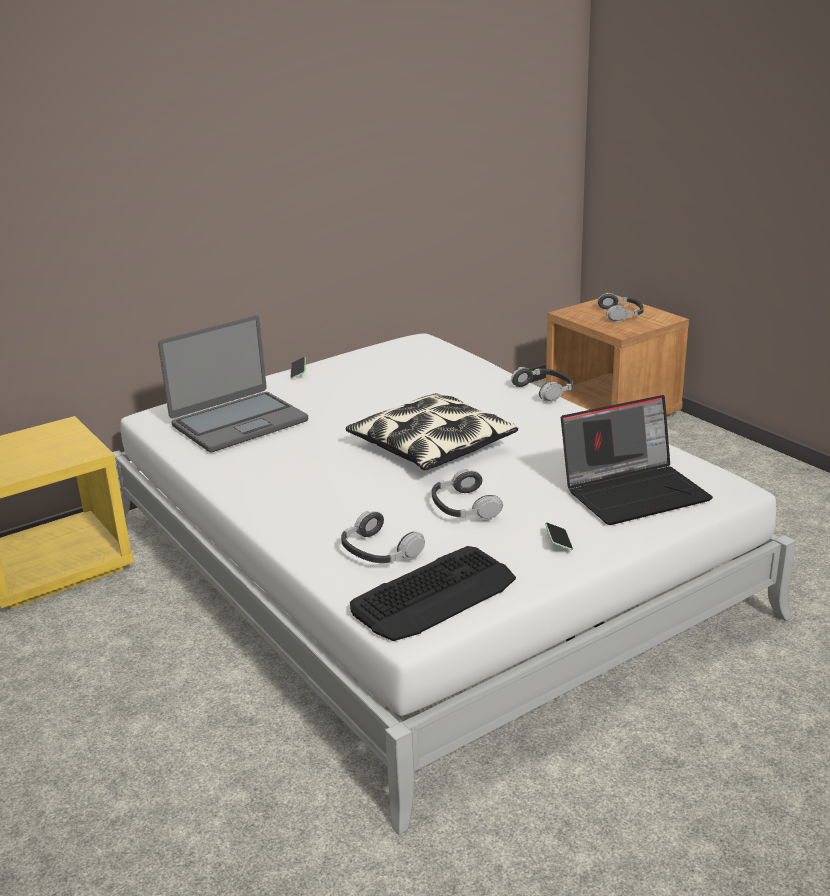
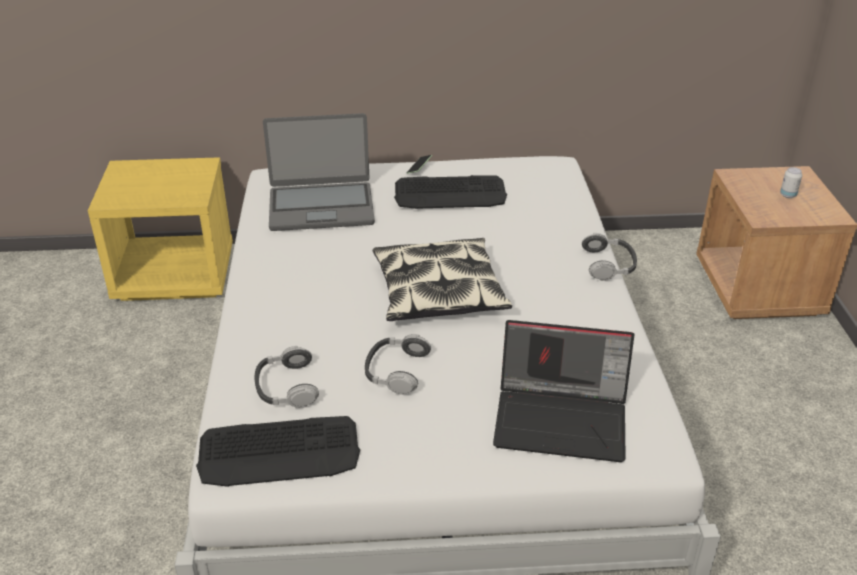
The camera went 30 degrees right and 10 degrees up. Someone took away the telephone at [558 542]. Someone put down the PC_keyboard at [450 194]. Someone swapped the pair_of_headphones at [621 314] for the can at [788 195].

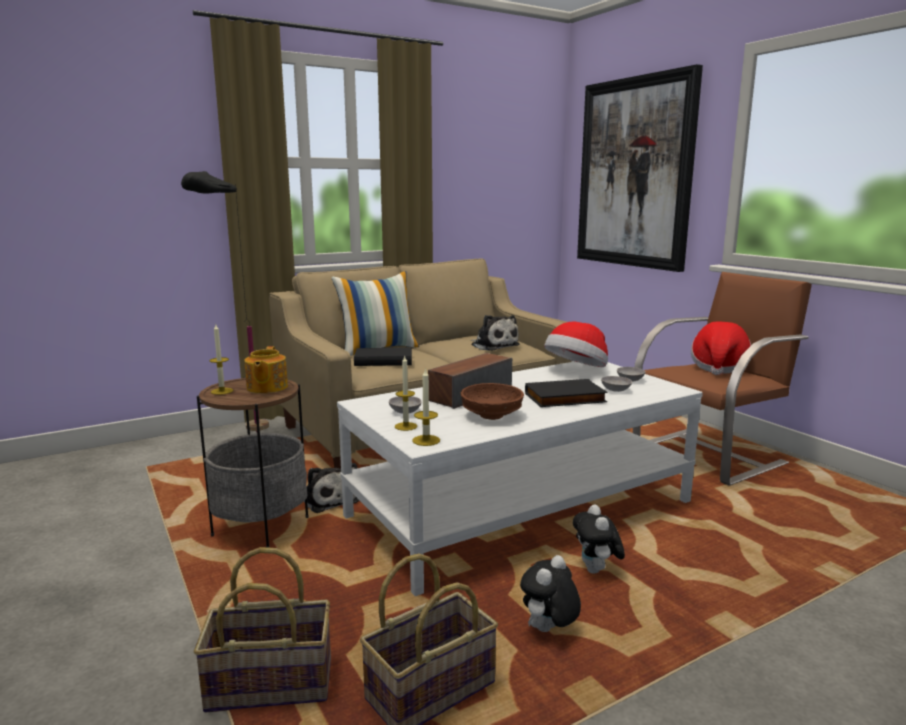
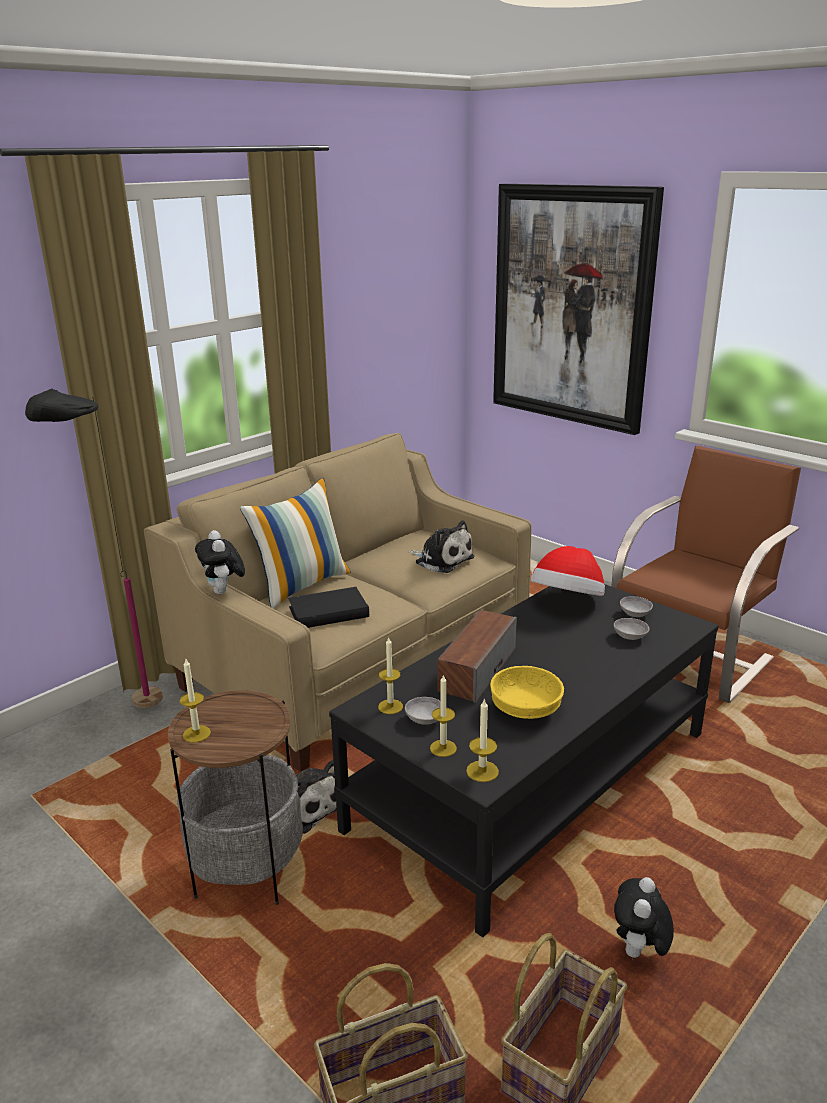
The camera went 15 degrees left and 10 degrees up. Someone took away the teapot at [266 387]. Someone took away the black_bound_book at [565 398]. Someone took away the wearable_hat at [718 367]. Someone put down the candle at [390 706]. Someone carried the soft_toy from [596 571] to [224 592]. Someone repainted the white_lounge_table at [521 509], which became the black_lounge_table at [533 779]. Someone repainted the brownish_deep_dish at [490 415], which became the yellow_deep_dish at [524 709].

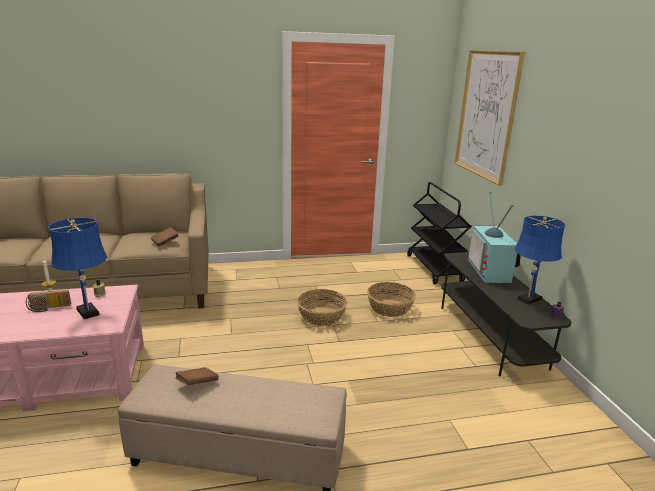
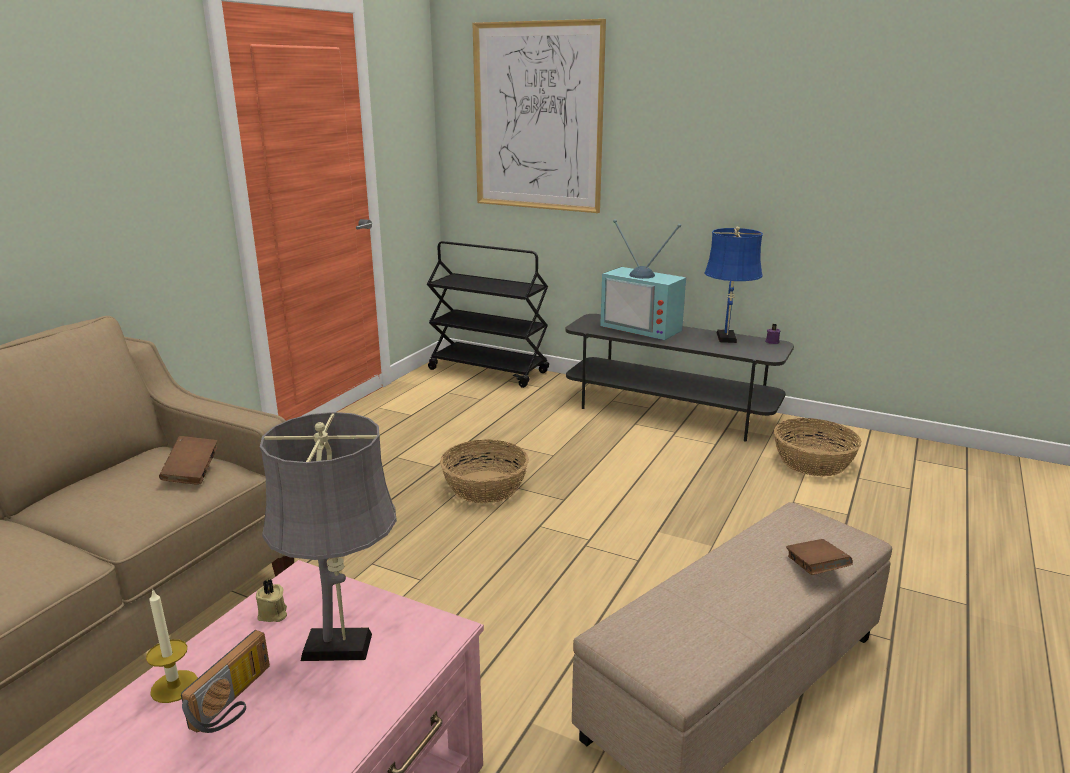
The camera went 50 degrees left and 0 degrees up. Someone carried the brownish_bound_book from [197 384] to [815 570]. Someone carried the storage_basket from [389 308] to [813 462]. Someone repainted the blue_table_lamp at [88 313], which became the gray_table_lamp at [344 647].

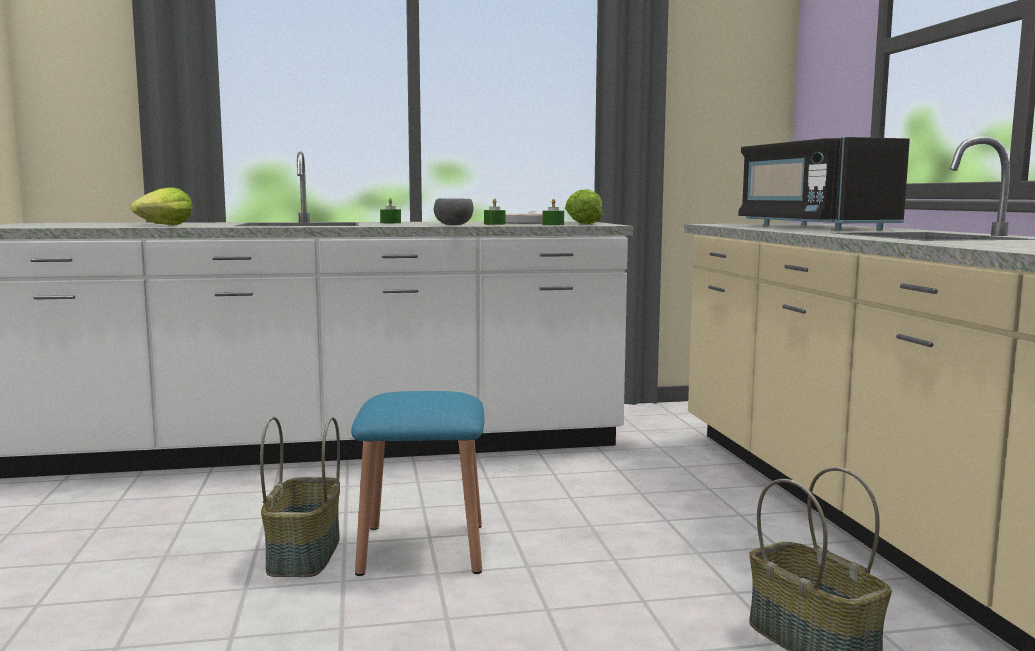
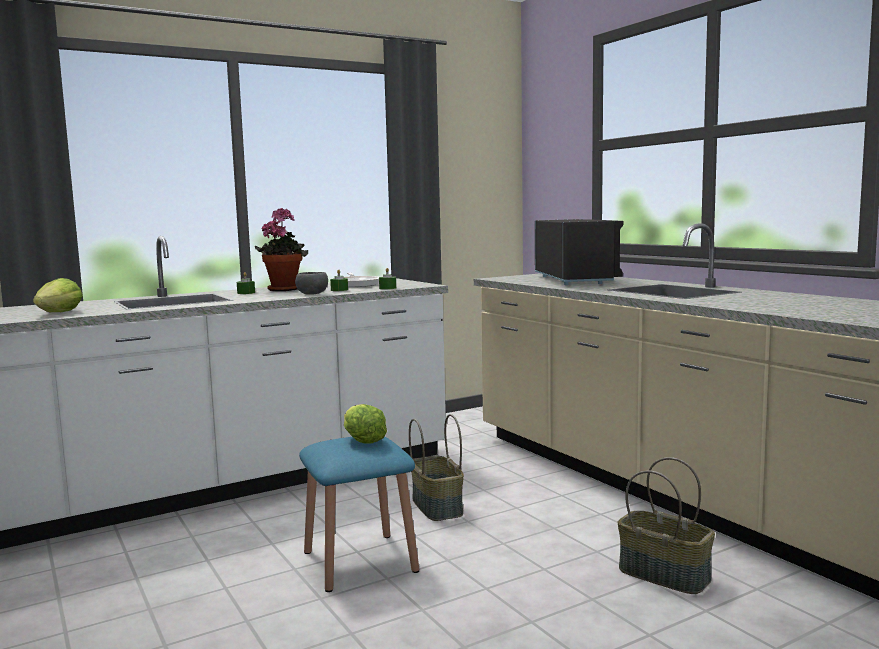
The camera went 20 degrees left and 0 degrees up. Someone put down the plant_in_a_pot at [284 289]. Someone carried the storage_basket from [305 555] to [438 507]. Someone carried the head_of_lettuce from [582 223] to [362 439]. Someone rotated the black_microwave at [812 227] by 150 degrees counterclockwise.

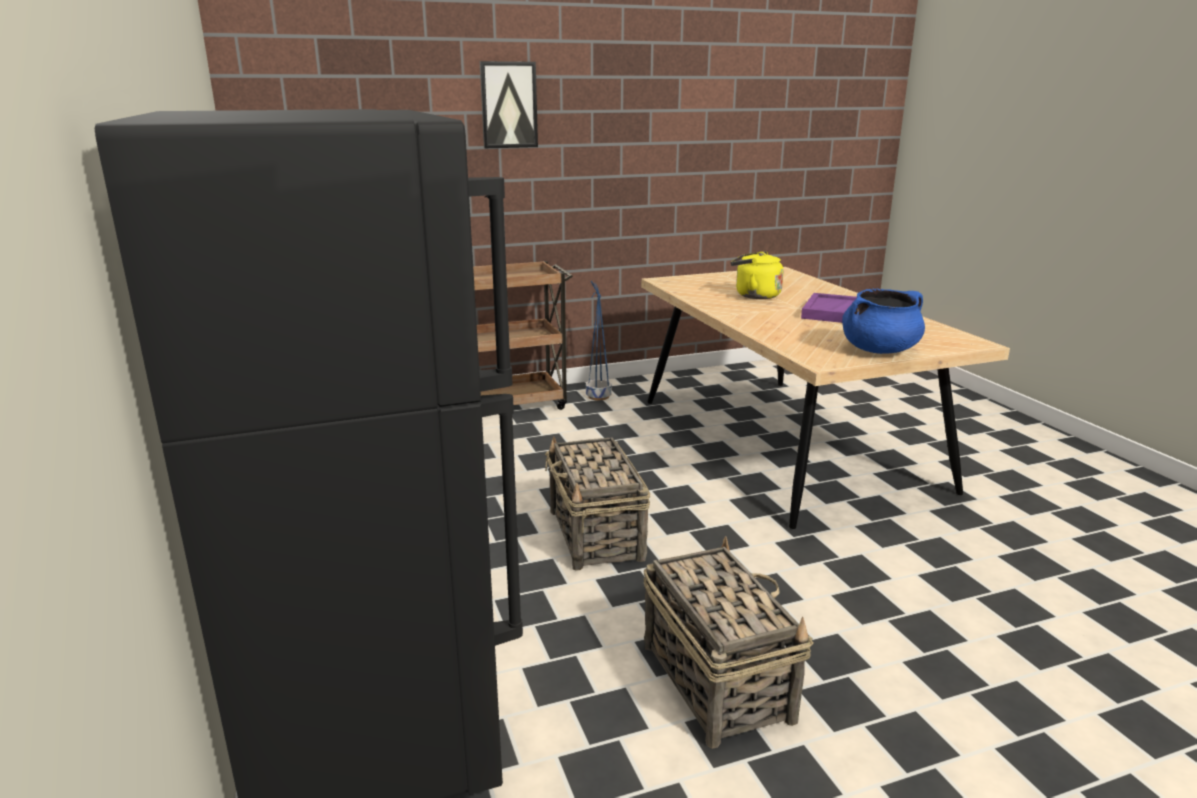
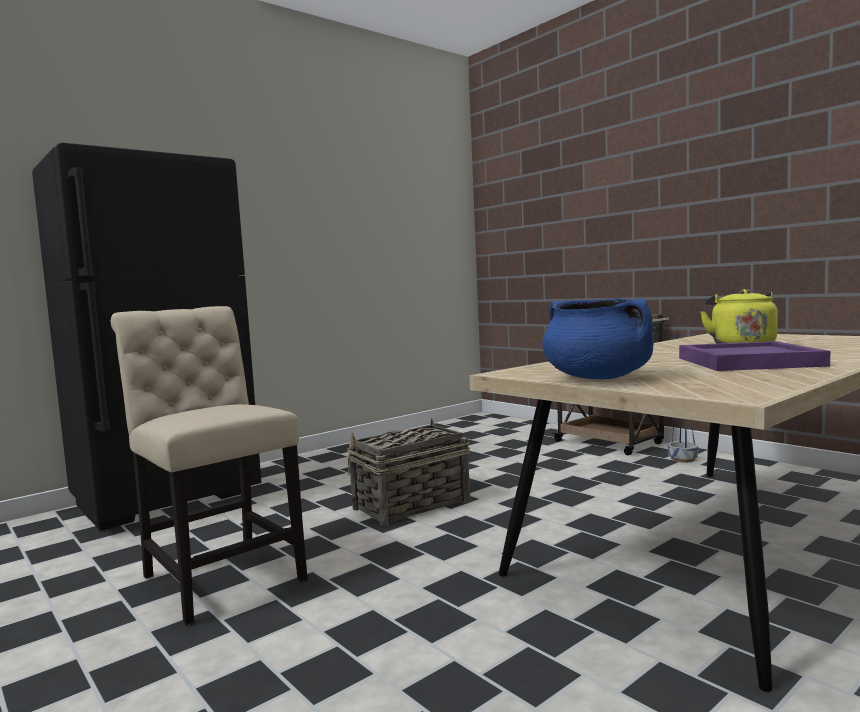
The camera went 70 degrees right and 15 degrees down. Someone took away the picture at [508 105]. Someone swapped the storage_basket at [716 680] for the beige-coloured_upright_chair at [220 575].

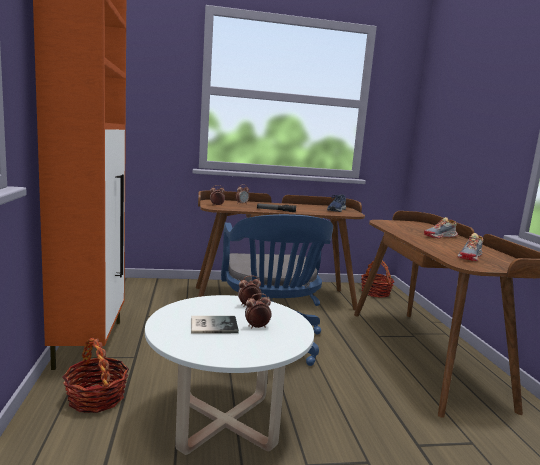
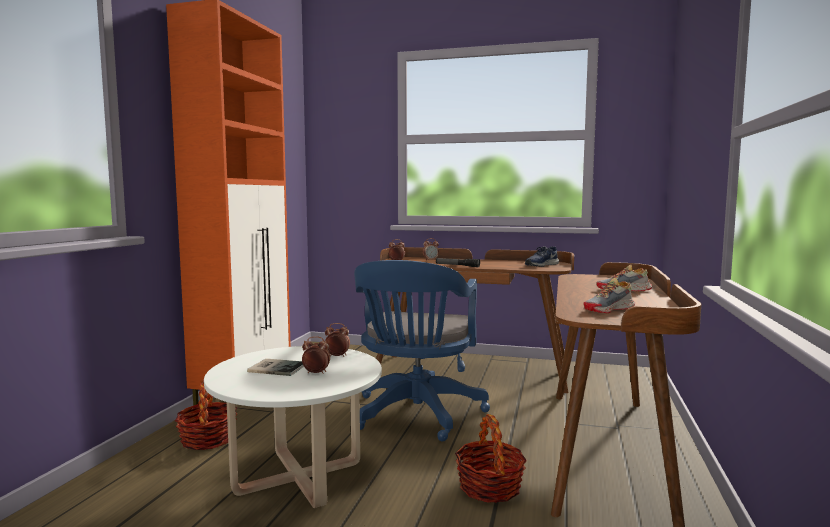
The camera went 25 degrees right and 5 degrees down. Someone carried the storage_basket from [375 293] to [490 487].

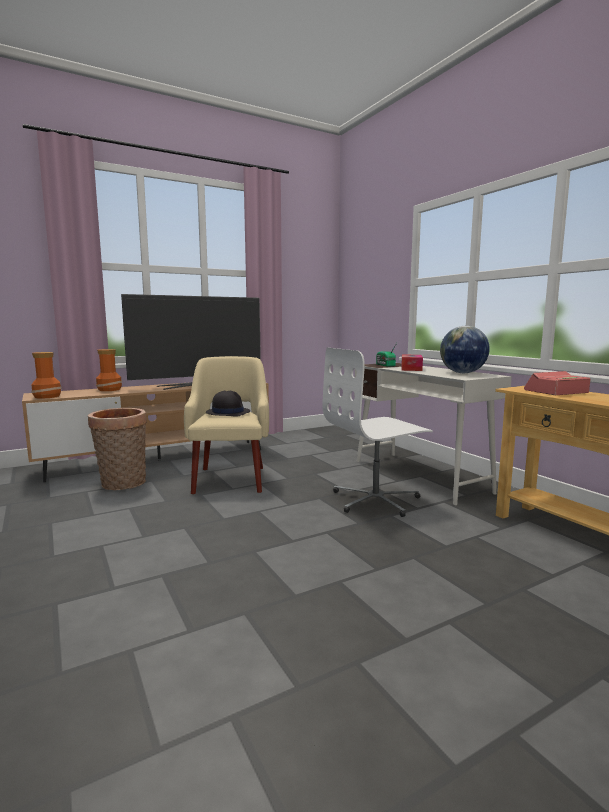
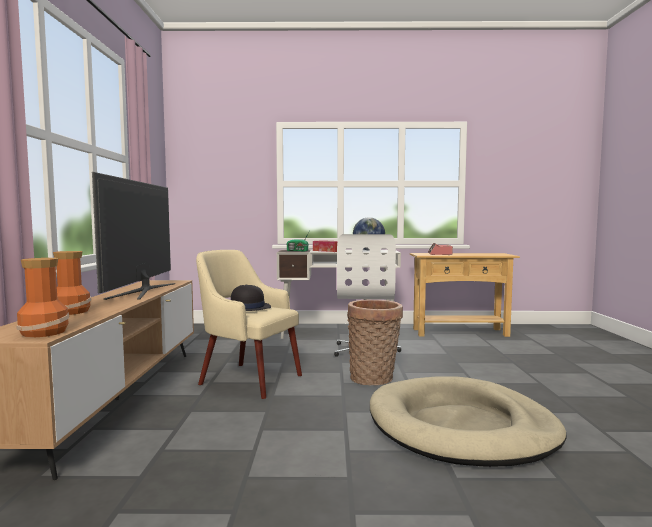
The camera went 60 degrees left and 5 degrees down. Someone put down the beige-coloured_dog_cushion at [461 427]. Someone carried the storage_basket from [122 484] to [374 379].

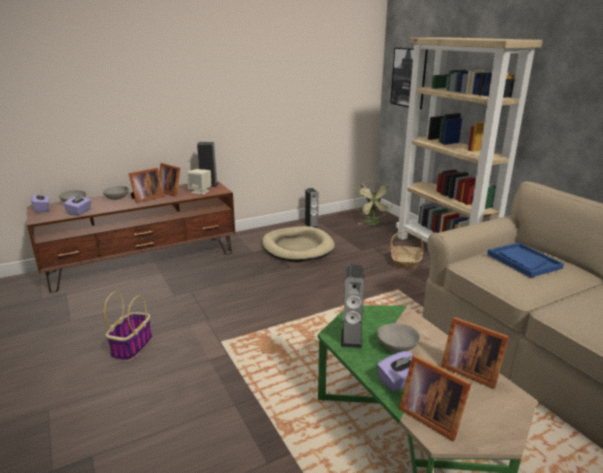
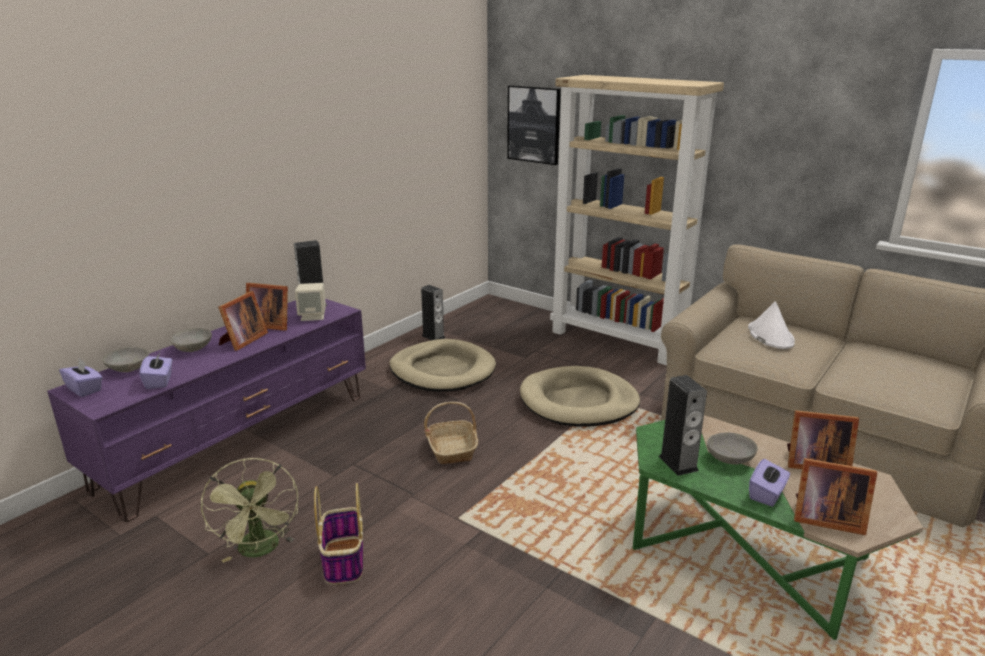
The camera went 25 degrees left and 0 degrees up. Someone put down the beige-coloured_dog_cushion at [579 402]. Someone carried the green_fan from [373 224] to [261 550]. Someone carried the storage_basket from [406 261] to [452 449]. Someone swapped the blue_carrying_tray at [523 261] for the white_wearable_hat at [770 336]. Someone repainted the brownish_media_console at [144 262], which became the purple_media_console at [240 440].

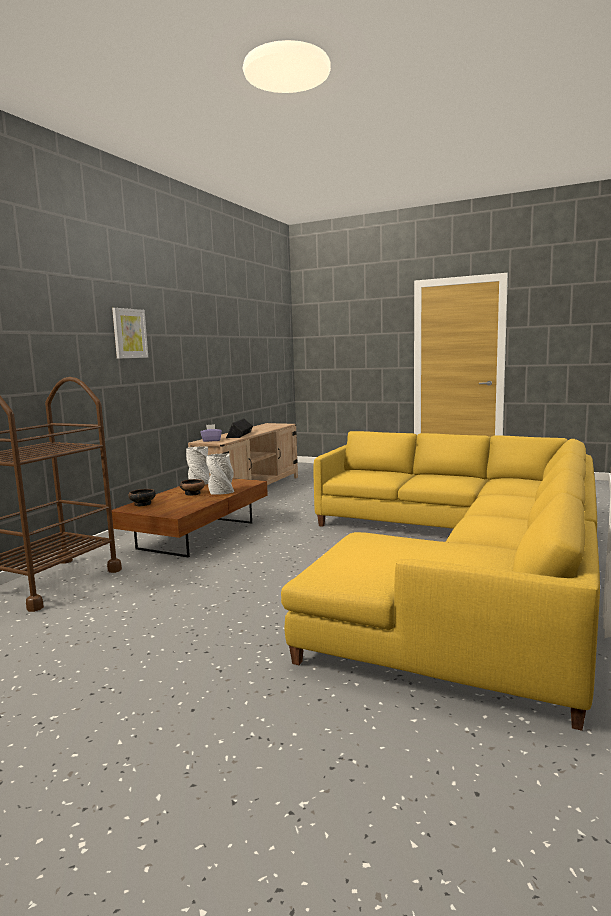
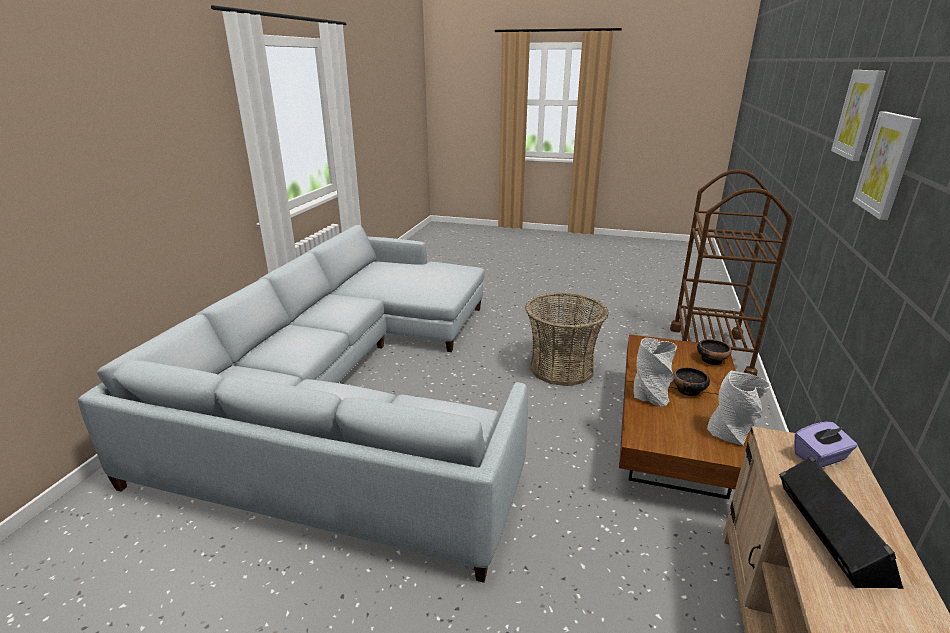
The camera went 170 degrees right and 15 degrees up. Someone put down the storage_basket at [561 368]. Someone put up the picture at [859 114]. Someone repainted the yellow_sofa at [462 567], which became the gray_sofa at [350 388].

